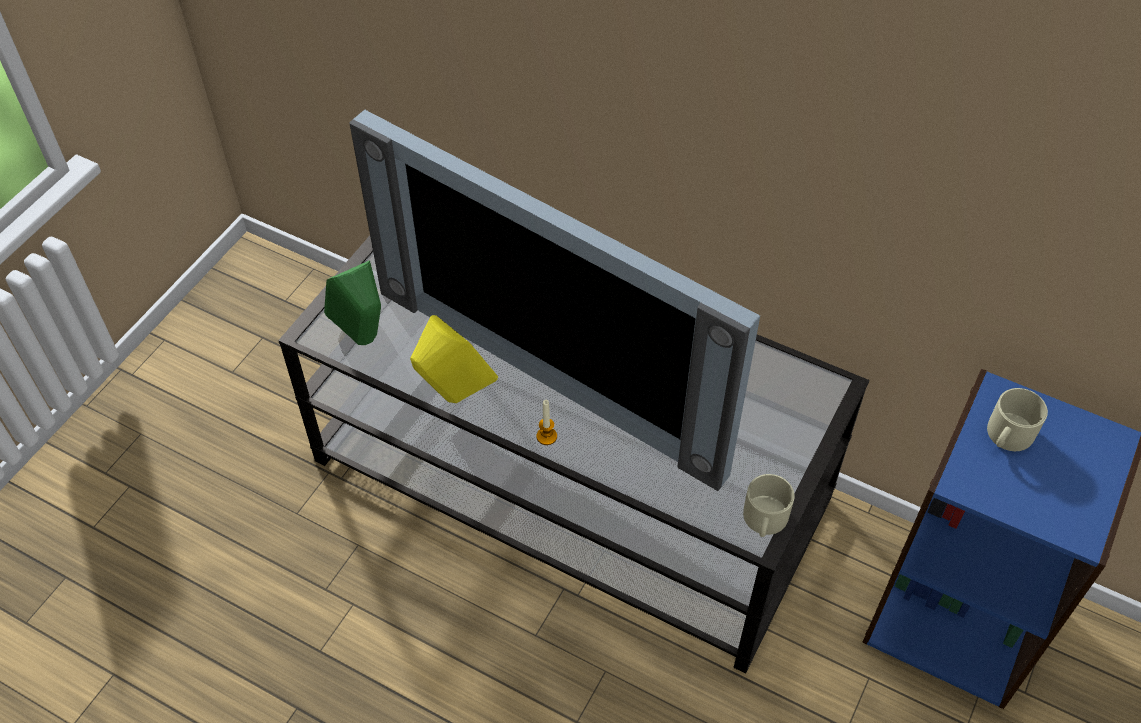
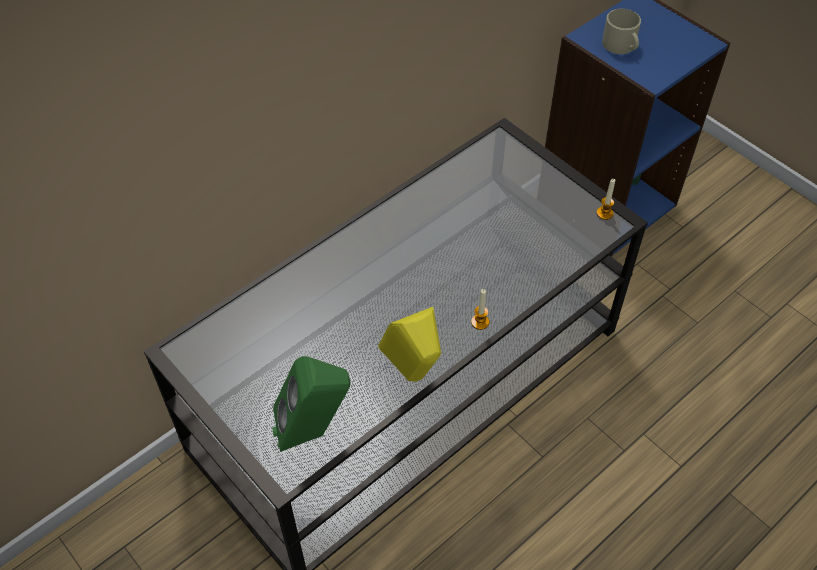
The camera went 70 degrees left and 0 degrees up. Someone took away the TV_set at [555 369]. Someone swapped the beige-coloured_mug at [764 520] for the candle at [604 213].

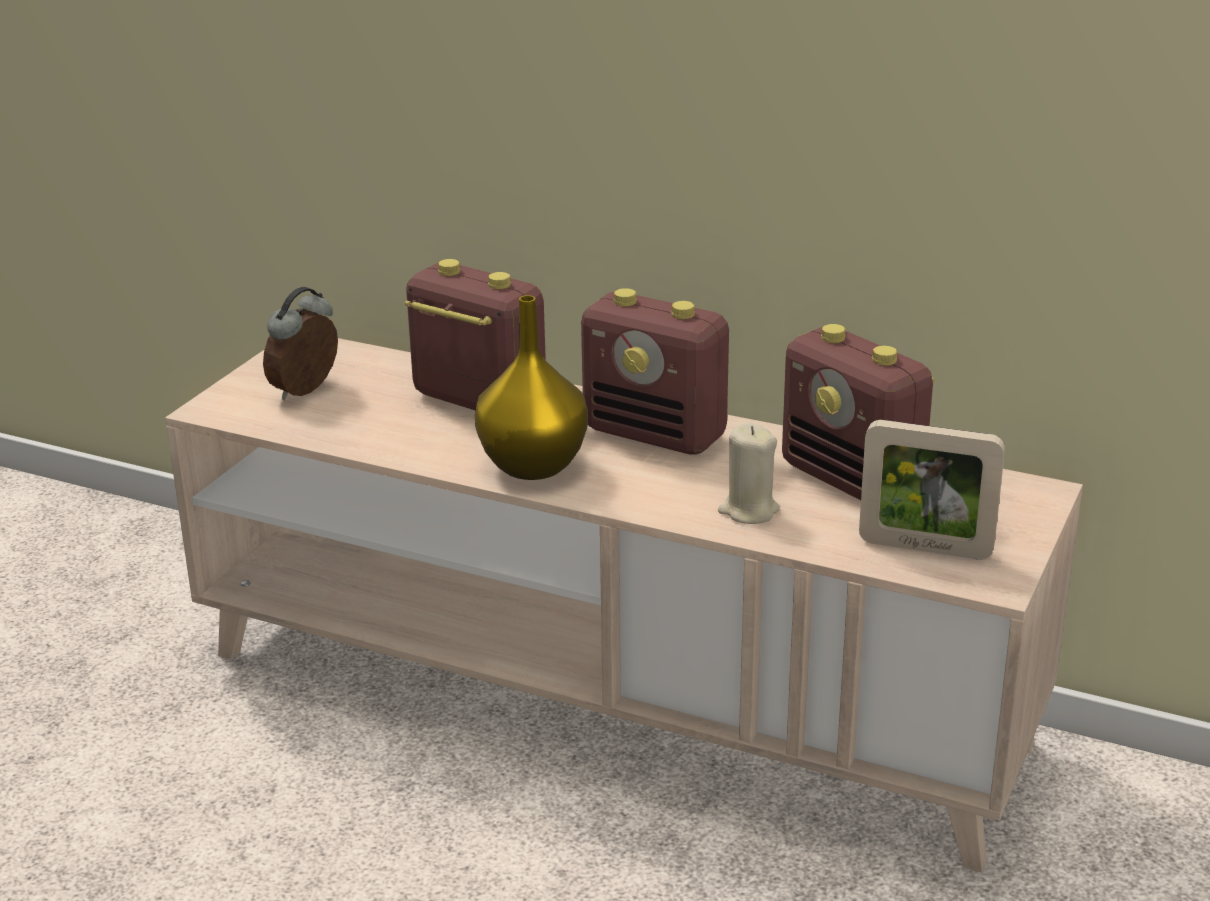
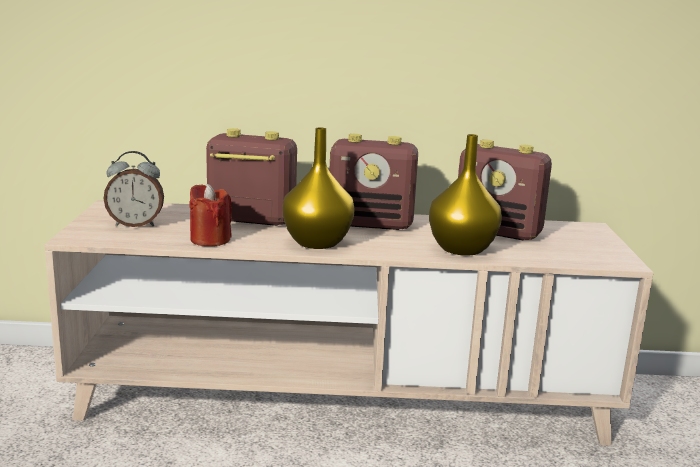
The camera went 25 degrees left and 10 degrees down. Someone took away the picture_frame at [925 547]. Someone put down the red-coloured_candle at [210 240]. Someone swapped the beige-coloured_candle at [748 511] for the yellow_flower_vase at [462 249]. Someone rotated the table_clock at [307 391] by 105 degrees counterclockwise.

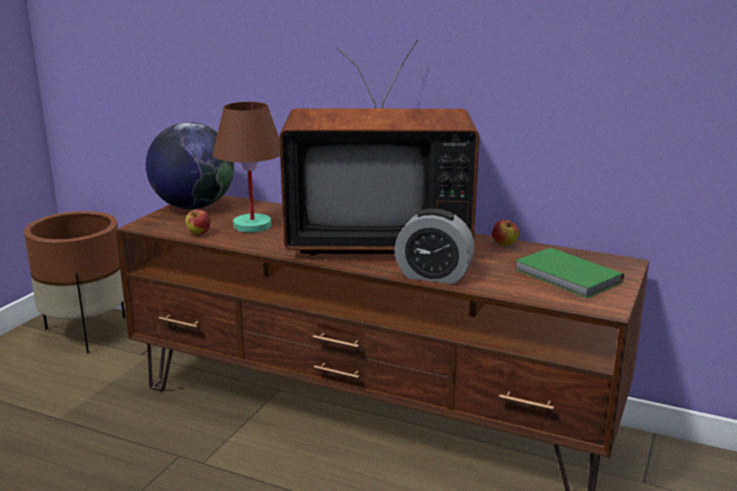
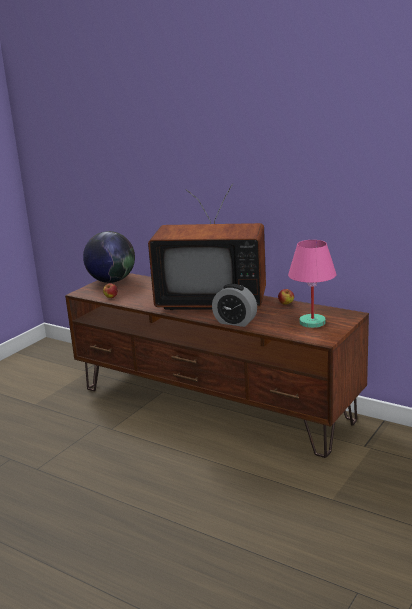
The camera went 10 degrees right and 0 degrees up. Someone took away the brownish_planter at [86 332]. Someone took away the brownish_table_lamp at [251 225]. Someone swapped the green_bound_book at [567 277] for the pink-coloured_table_lamp at [312 323].

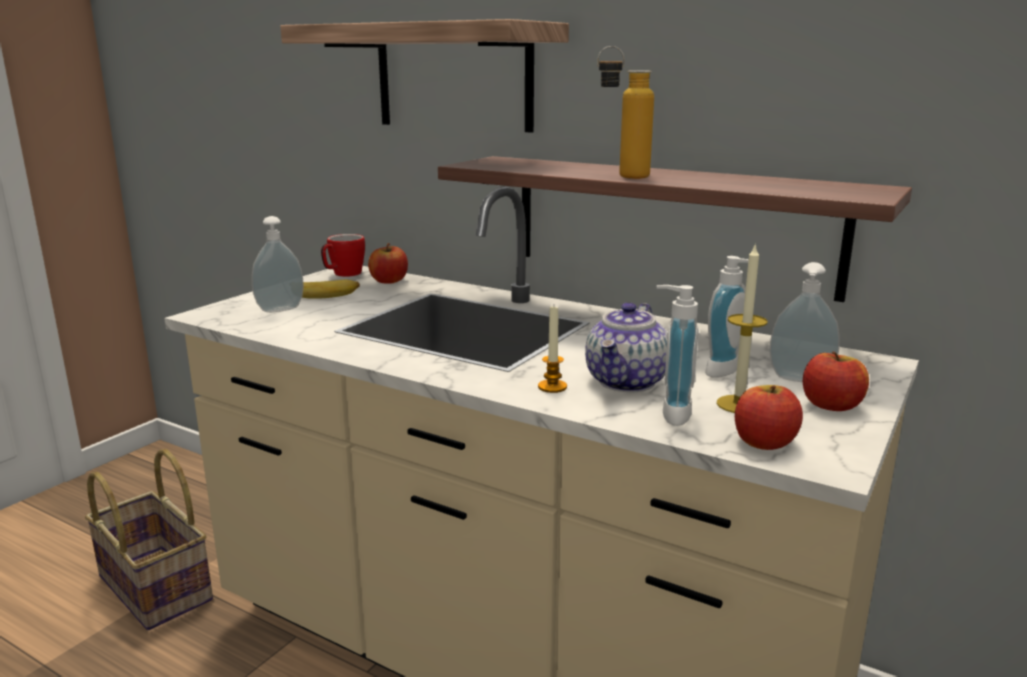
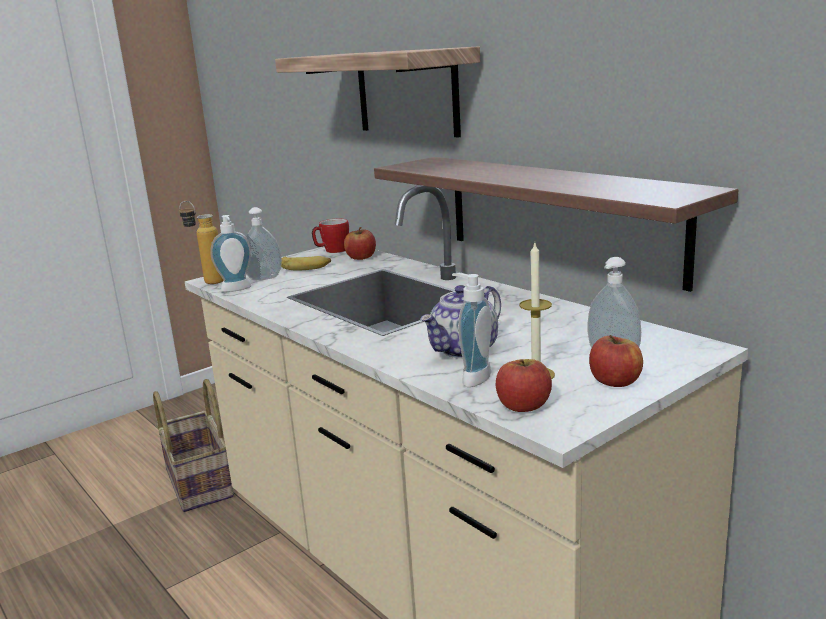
The camera went 20 degrees right and 0 degrees up. Someone took away the candle at [552 387]. Someone carried the bottle from [621 177] to [207 281]. Someone carried the soap_dispenser from [727 372] to [237 289].

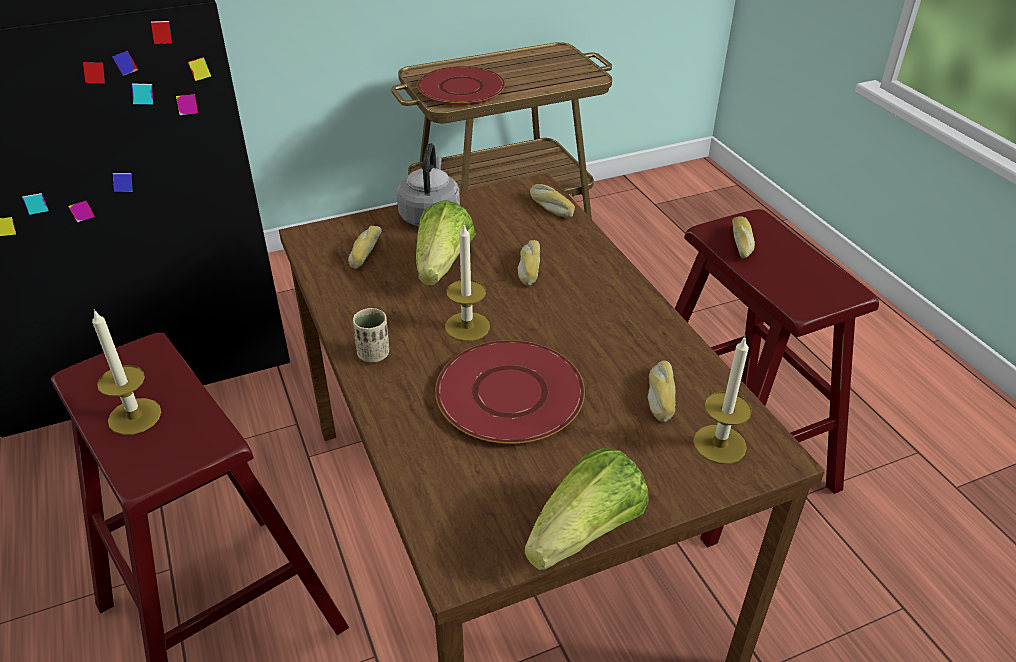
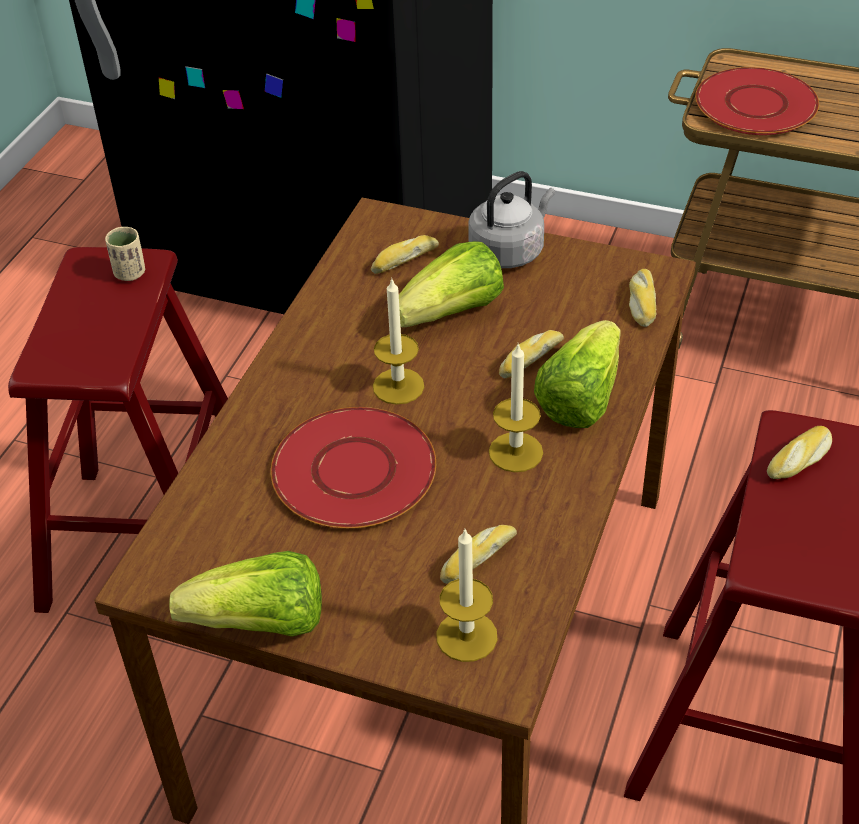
The camera went 45 degrees right and 5 degrees up. Someone put down the head_of_lettuce at [580 398]. Someone carried the candle from [134 416] to [515 452]. Someone carried the beige-coloured_drinking_cup from [373 354] to [130 273].

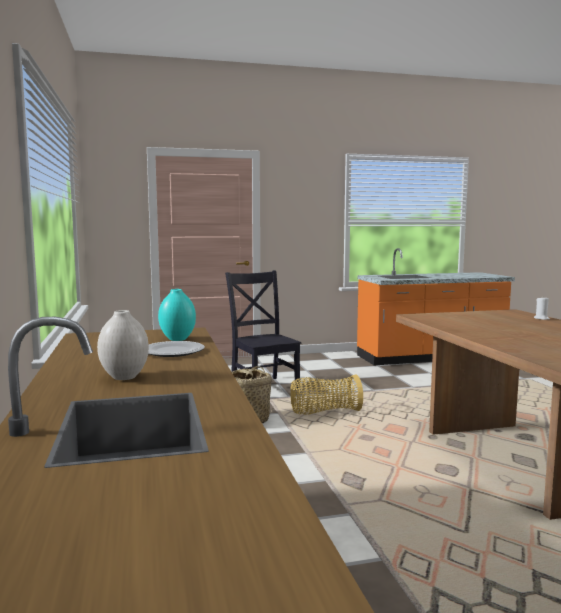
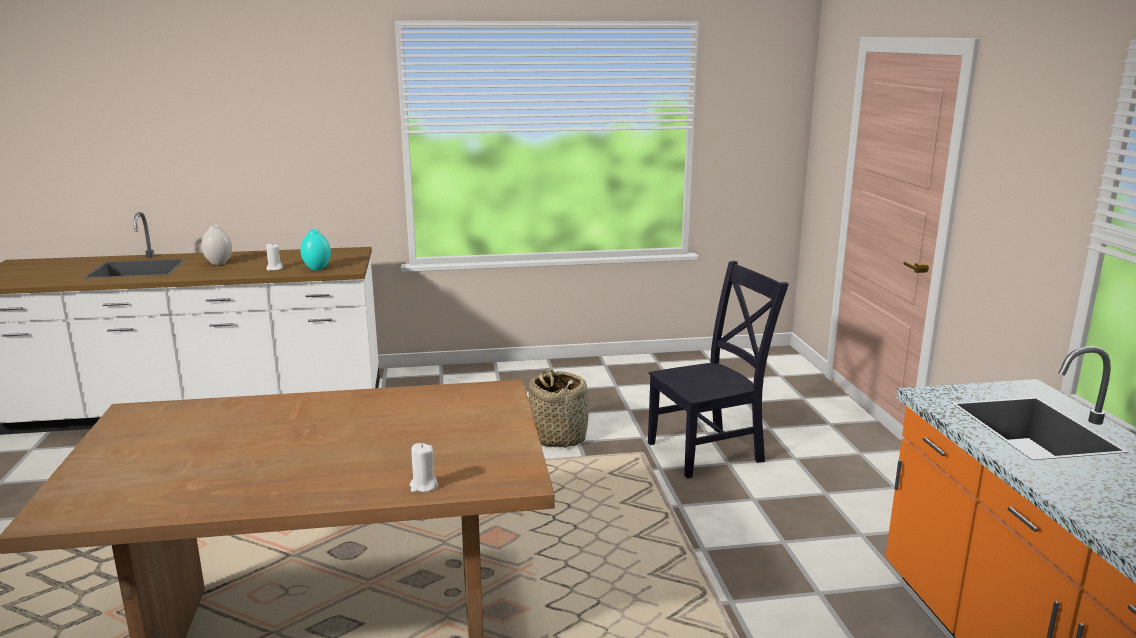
The camera went 95 degrees right and 10 degrees up. Someone took away the storage_basket at [324 412]. Someone swapped the flat_dish at [172 351] for the white_candle at [274 268].

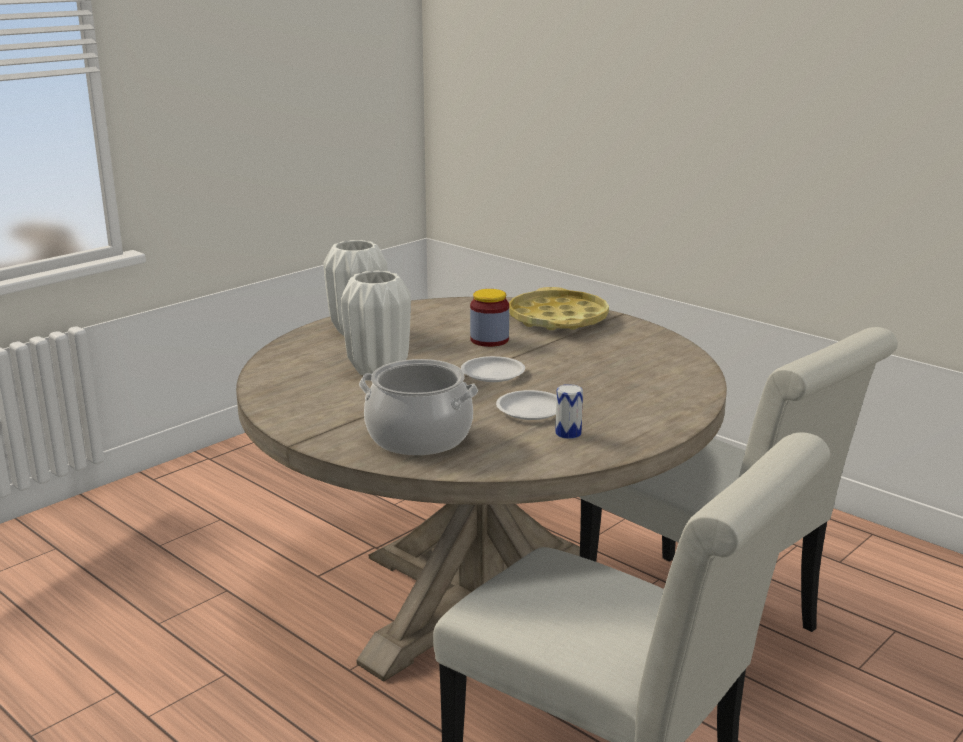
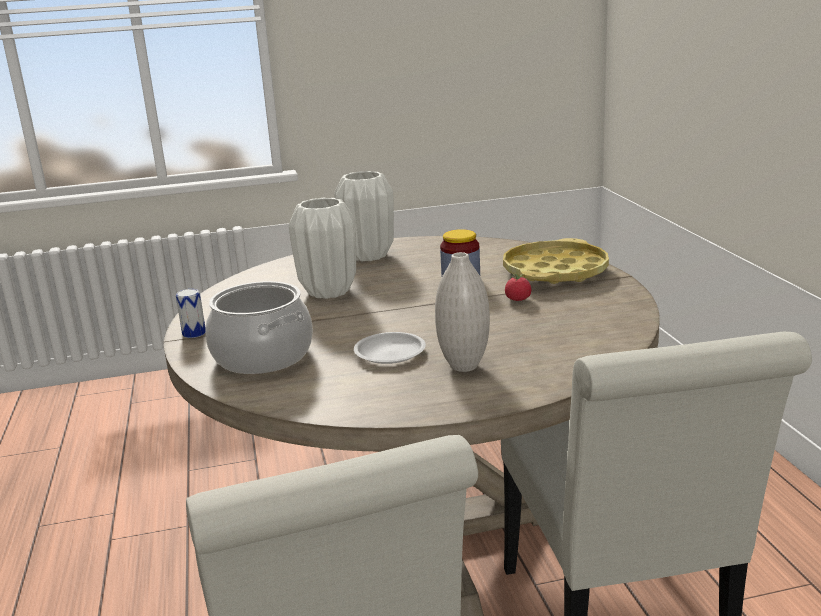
The camera went 35 degrees right and 0 degrees up. Someone took away the white_flat_dish at [492 373]. Someone put down the white_flower_vase at [464 366]. Someone put down the fresh_tomato at [518 299]. Someone carried the can from [568 433] to [194 333].

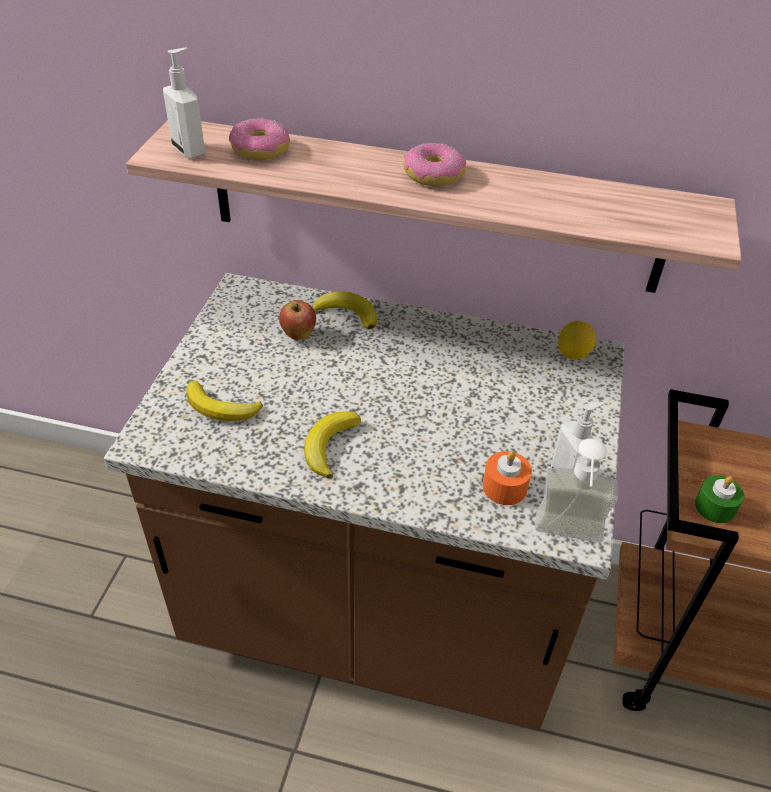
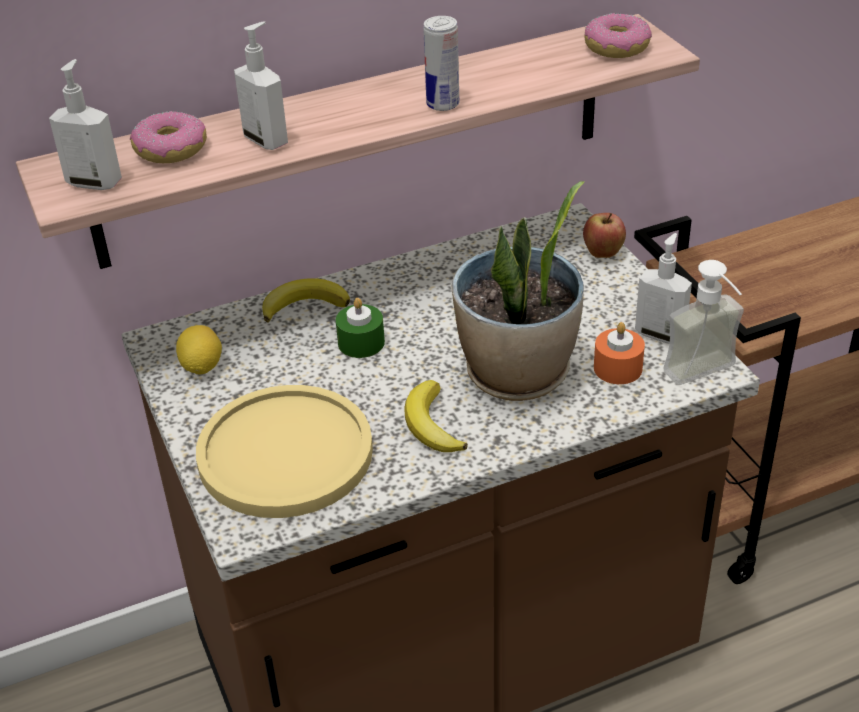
The camera went 35 degrees left and 5 degrees down. Someone put down the soap_dispenser at [267 140]. Someone put down the can at [443 104]. Someone put down the plant_in_a_pot at [517 374]. Someone carried the apple from [299 336] to [603 254]. Someone carried the ring_doughnut from [433 175] to [616 47]. Someone carried the lemon from [573 353] to [202 367]. Someone carried the green_candle from [715 507] to [361 343]. Someone swapped the banana_fruit at [221 408] for the yellow_flat_dish at [285 453].

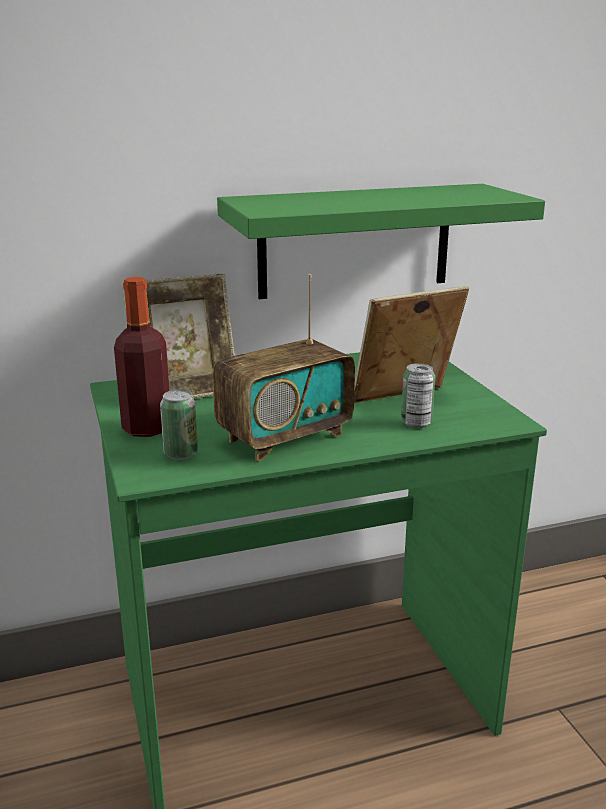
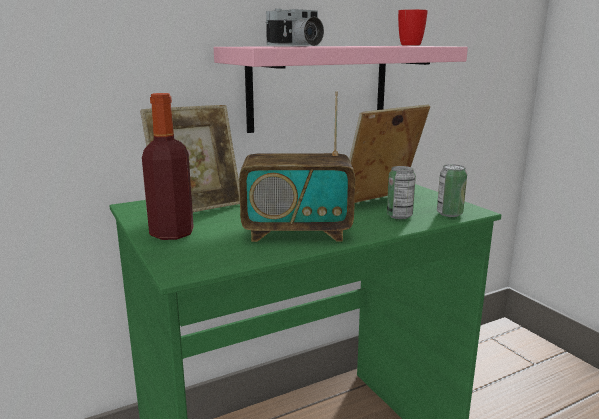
The camera went 10 degrees left and 5 degrees down. Someone put down the photo_camera at [298 46]. Someone put down the mug at [408 45]. Someone carried the can from [181 454] to [449 213]. Someone repainted the green_wall_shelf at [355 241], which became the pink-coloured_wall_shelf at [319 87]. Someone rotated the radio_receiver at [284 437] by 45 degrees clockwise.

